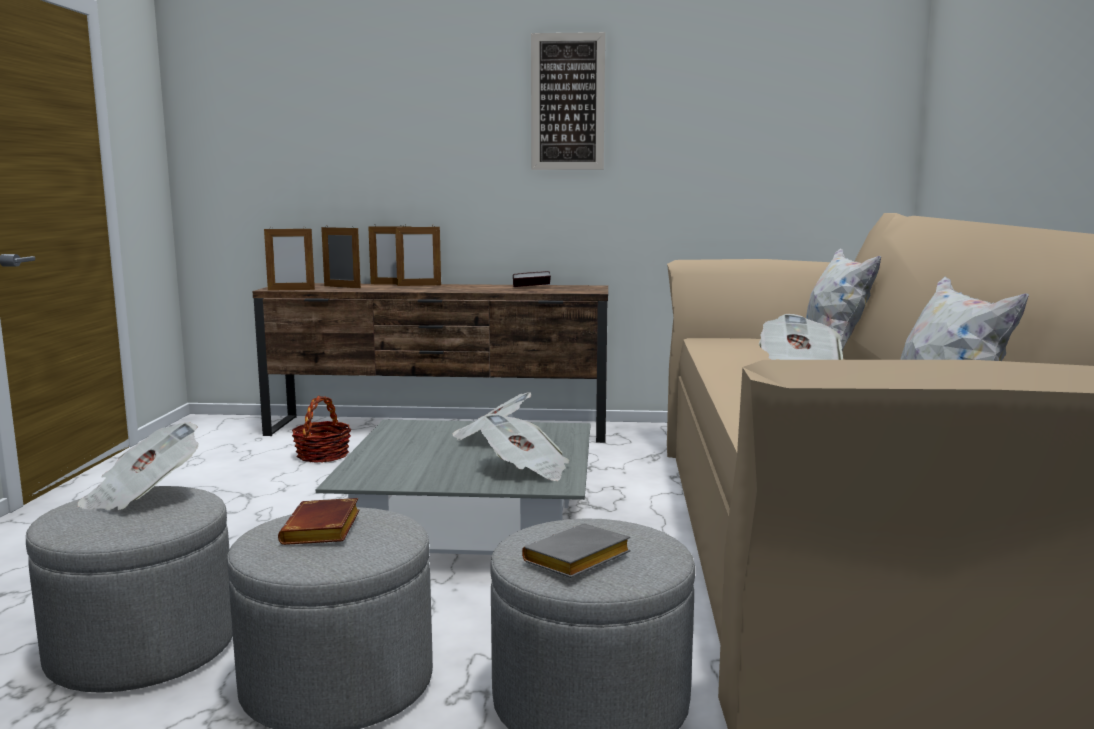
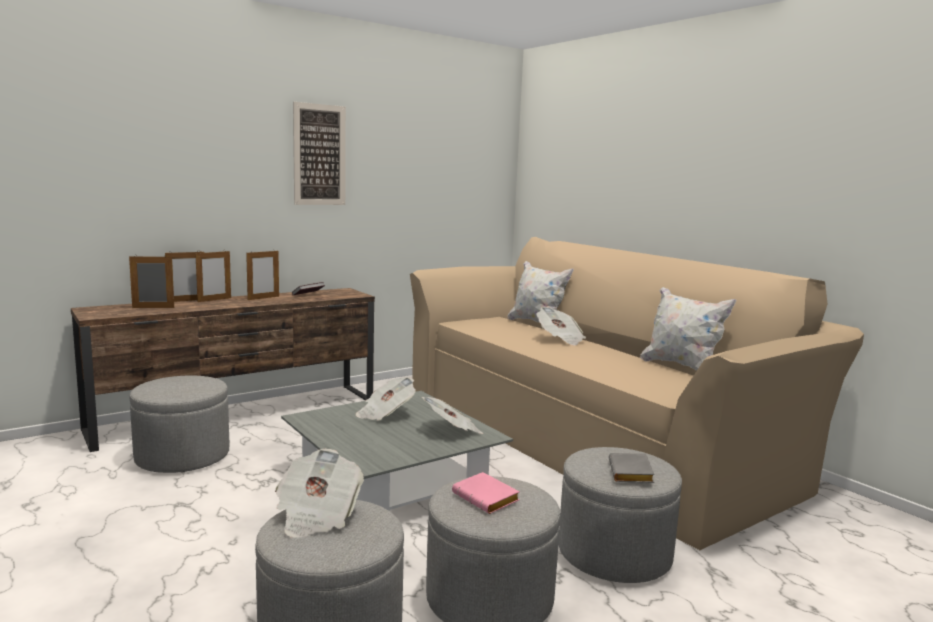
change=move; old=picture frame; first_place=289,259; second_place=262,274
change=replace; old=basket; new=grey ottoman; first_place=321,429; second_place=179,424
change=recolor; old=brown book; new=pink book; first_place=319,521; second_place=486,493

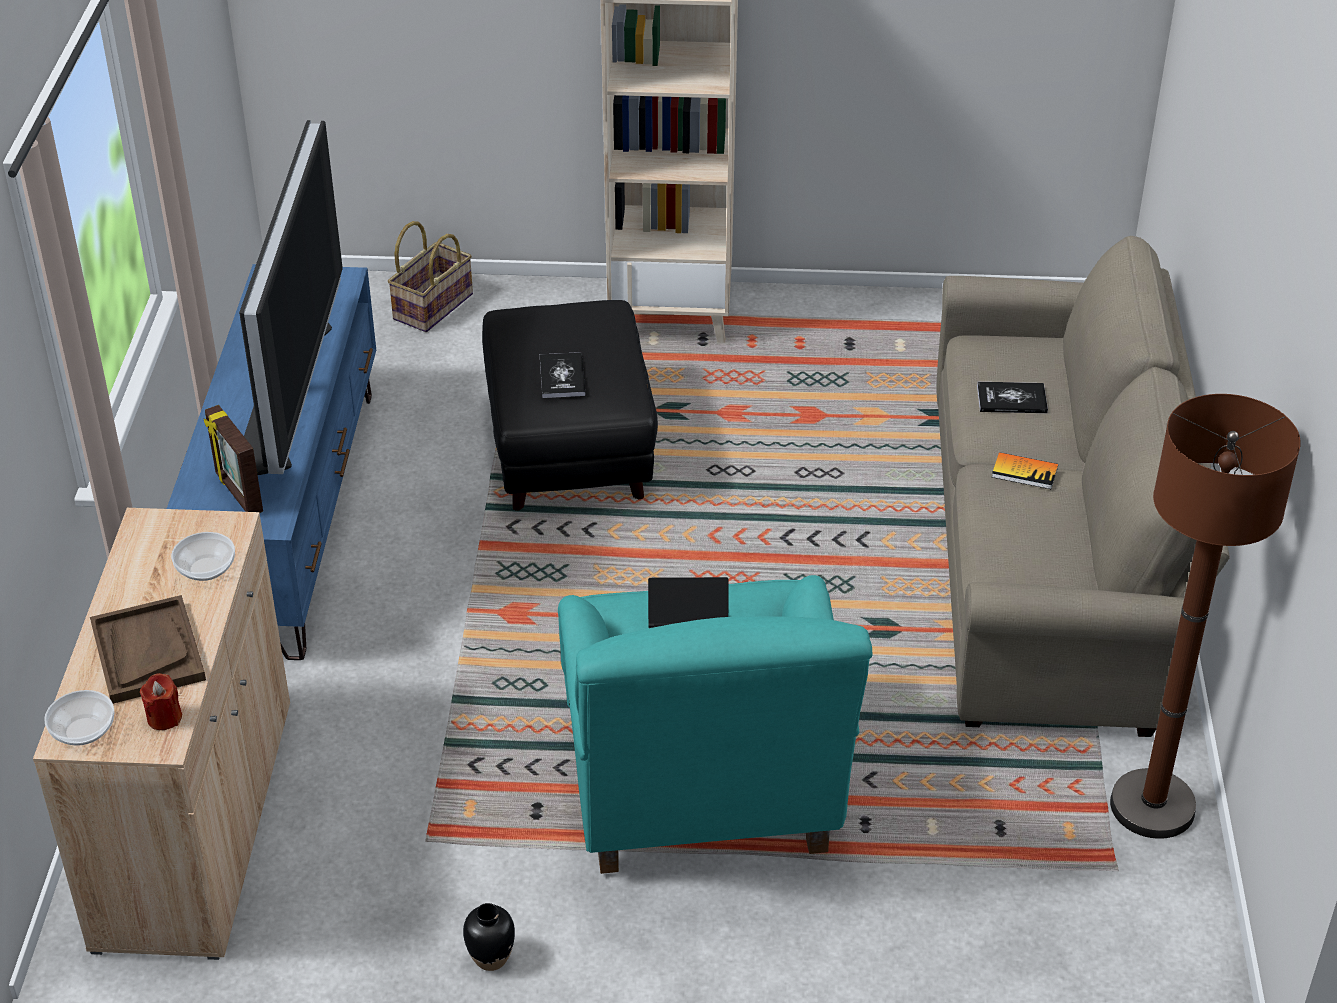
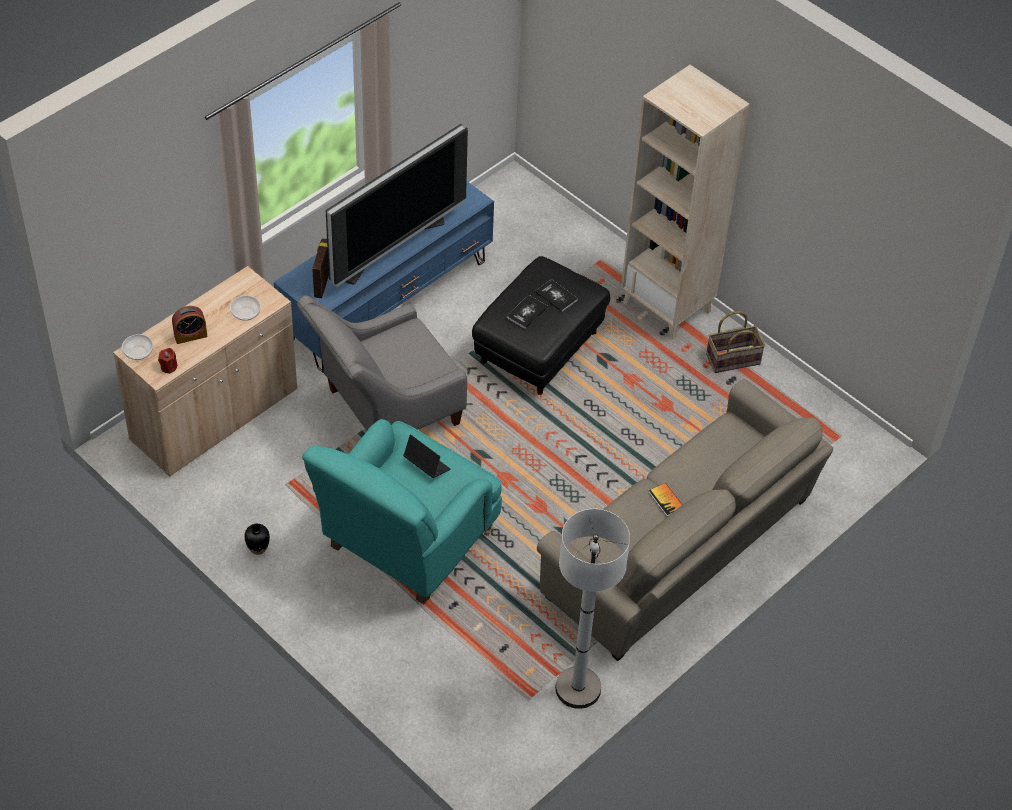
change=move; old=basket; first_place=430,276; second_place=735,342
change=move; old=book; first_place=1012,397; second_place=556,295
change=recolor; old=brown floor lamp; new=white floor lamp; first_place=1205,616; second_place=592,609
change=replace; old=brown tray; new=alarm clock; first_place=148,649; second_place=190,325
change=insert; new=grey armchair; second_place=382,362

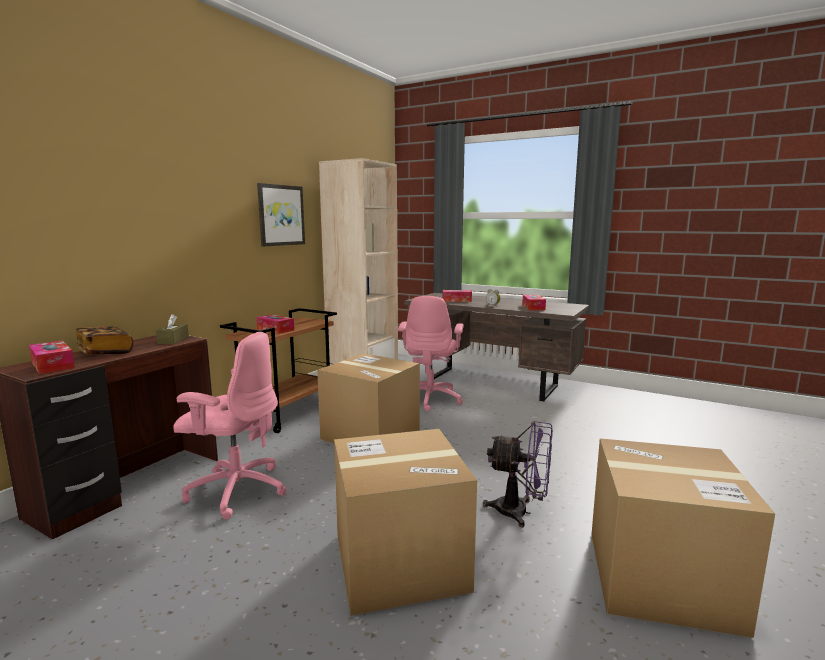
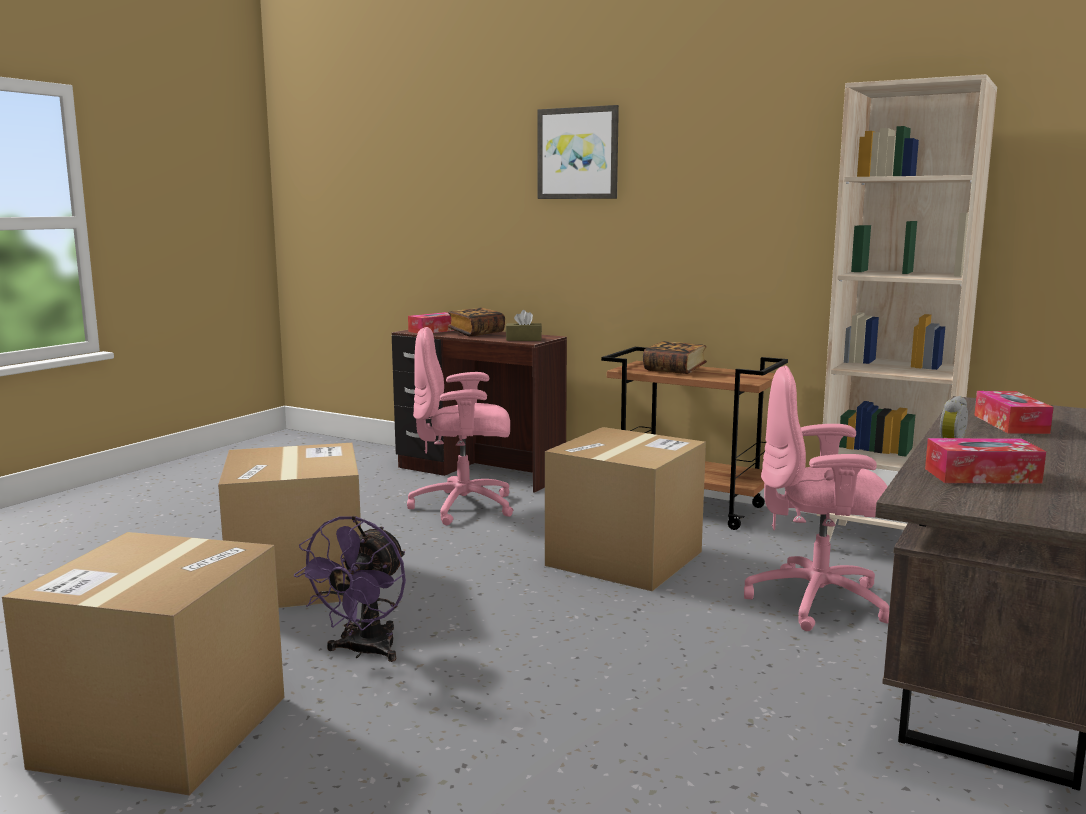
change=move; old=picture; first_place=281,215; second_place=578,152
change=replace; old=tissue box; new=book; first_place=275,324; second_place=675,357
change=rotate; old=pink office chair; first_place=230,425; second_place=460,426; degrees=75

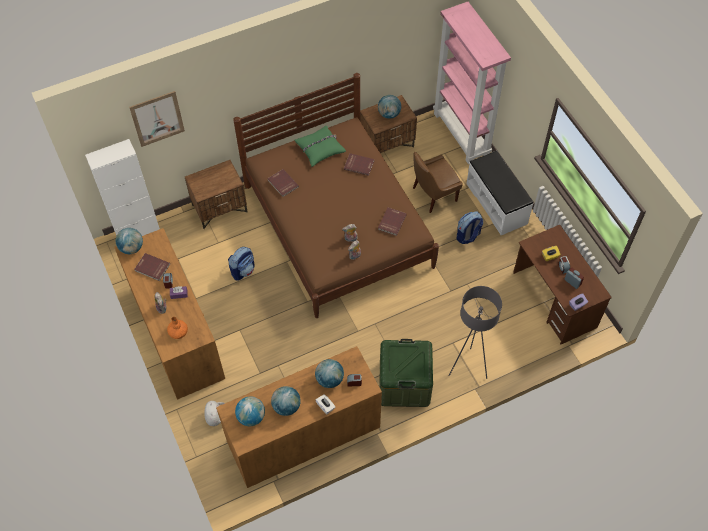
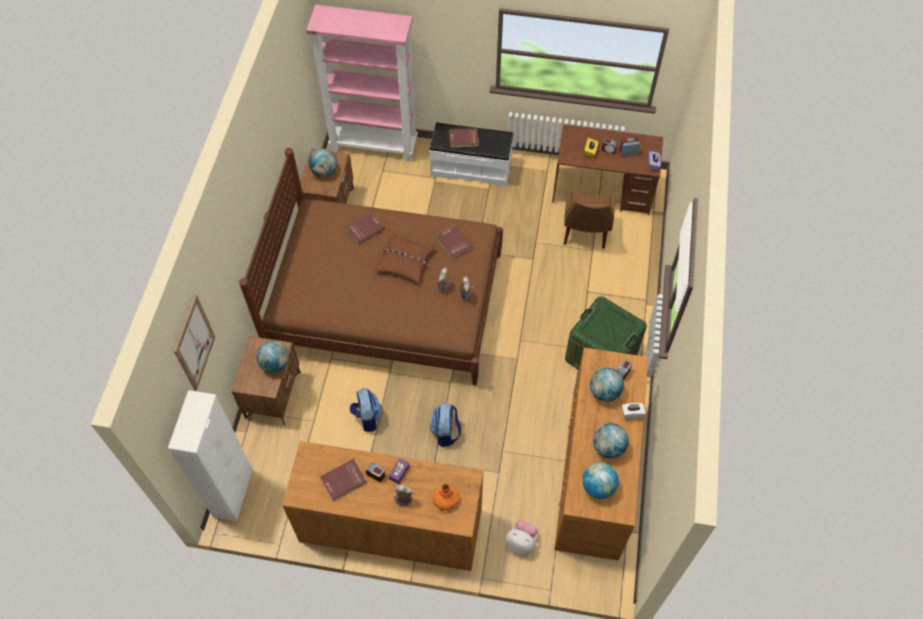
change=delete; old=green pillow; first_place=320,146
change=move; old=brown chair; first_place=438,182; second_place=590,220
change=move; old=red book; first_place=283,183; second_place=464,137
change=move; old=backpack; first_place=470,227; second_place=445,424
change=move; old=globe; first_place=129,241; second_place=273,357
change=delete; old=grey floor lamp; first_place=475,332
change=insert; new=brown pillow; second_place=405,258

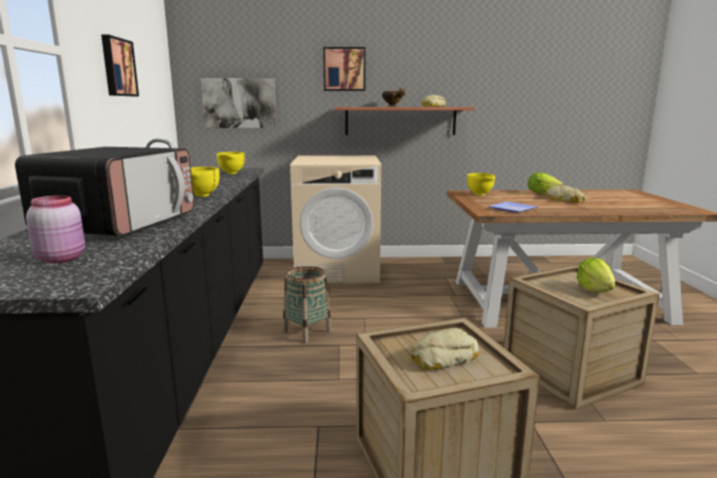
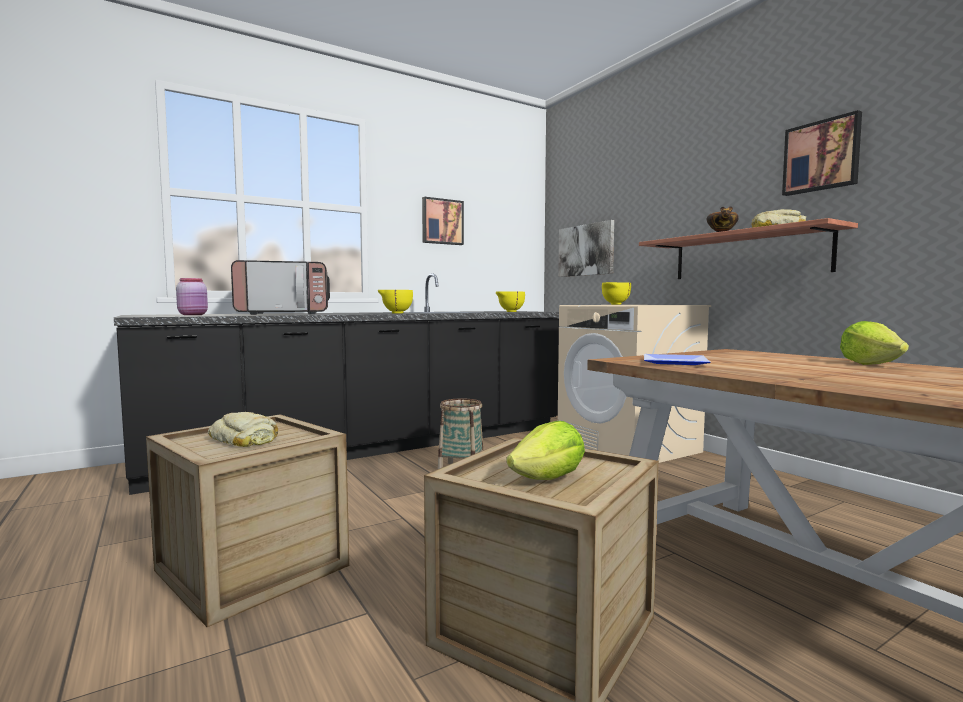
change=move; old=picture; first_place=344,69; second_place=822,153
change=move; old=yellow bowl; first_place=481,184; second_place=616,293
change=delete; old=bread; first_place=566,194

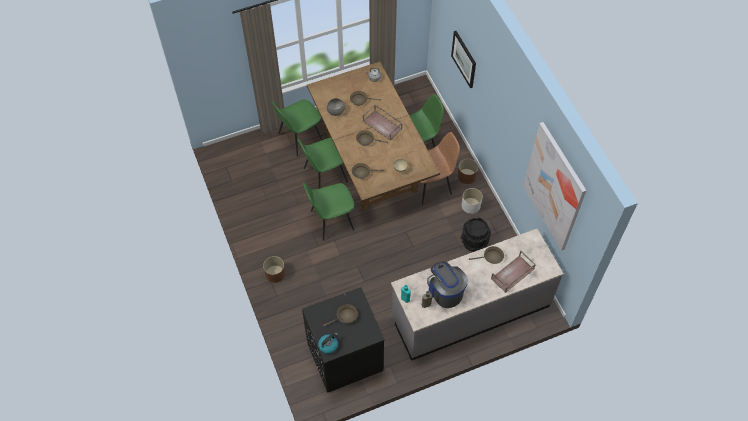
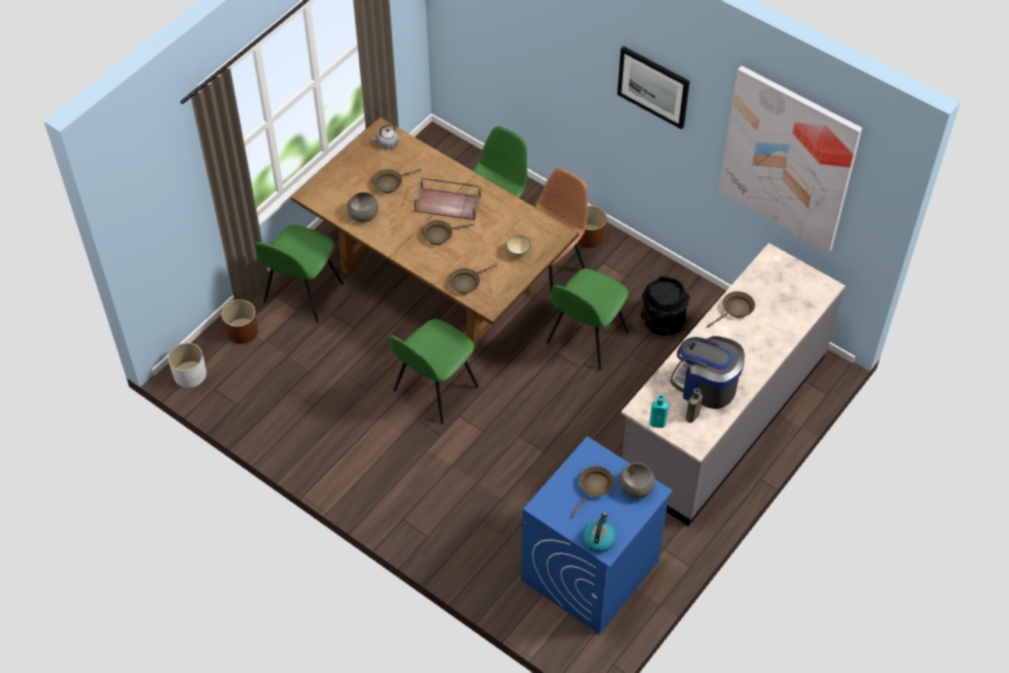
change=move; old=picture; first_place=463,59; second_place=653,87
change=move; old=green chair; first_place=322,163; second_place=587,320
change=move; old=white planter; first_place=472,201; second_place=187,365
change=delete; old=brown tray; first_place=513,272
change=move; old=brown planter; first_place=274,269; second_place=239,322
change=recolor; old=black washing machine; new=blue washing machine; first_place=343,340; second_place=597,535
change=insert; new=grey bowl; second_place=637,480

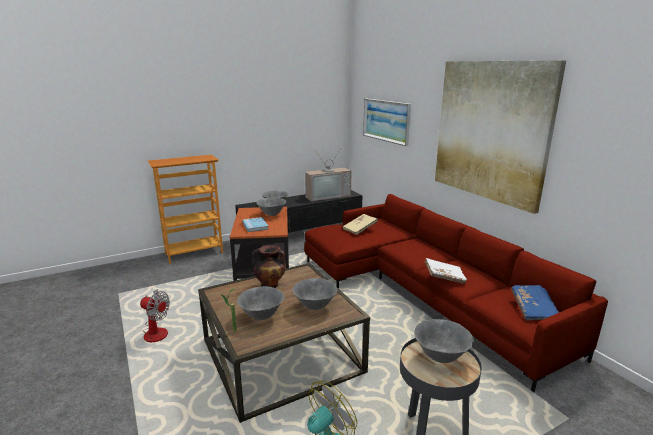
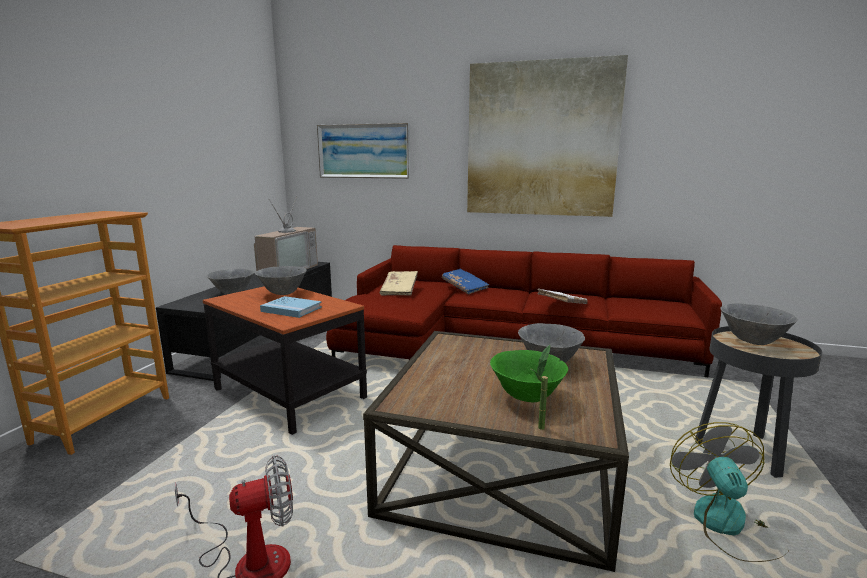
change=delete; old=vase; first_place=269,266
change=move; old=blue book; first_place=535,302; second_place=465,281
change=recolor; old=grey bowl; new=green bowl; first_place=260,303; second_place=529,376

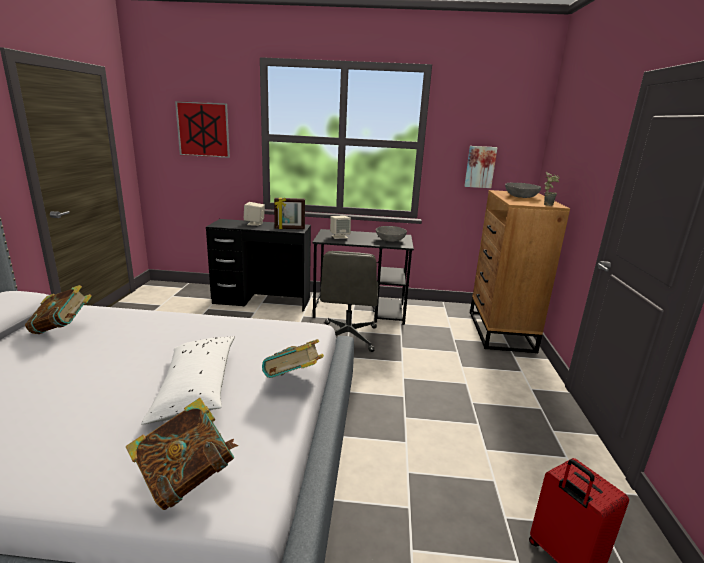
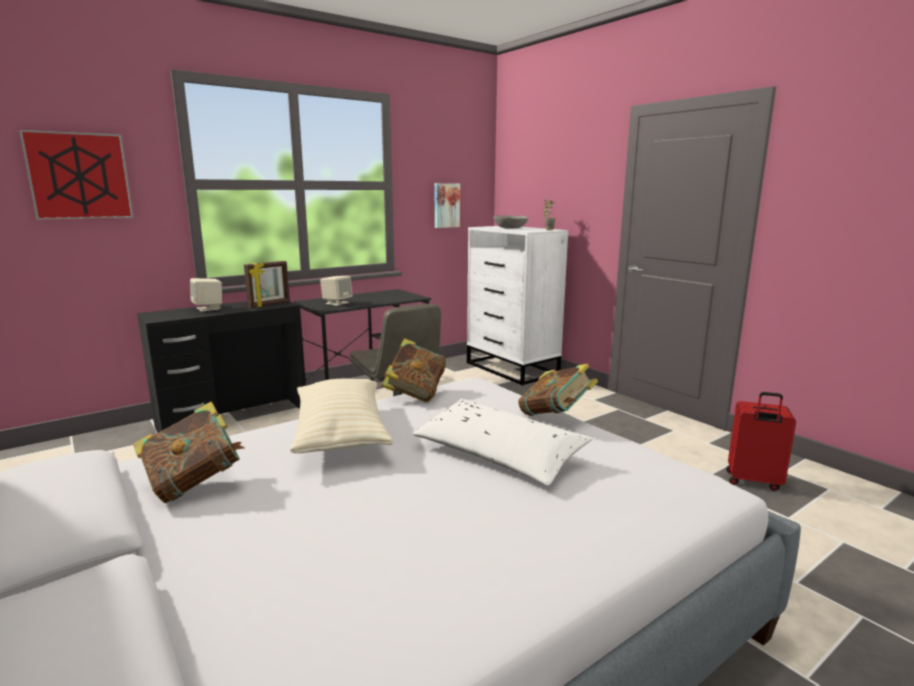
change=recolor; old=brown dresser; new=white dresser; first_place=520,271; second_place=517,305
change=delete; old=grey bowl; first_place=391,234
change=move; old=book; first_place=182,454; second_place=413,370
change=insert; new=beige pillow; second_place=341,416

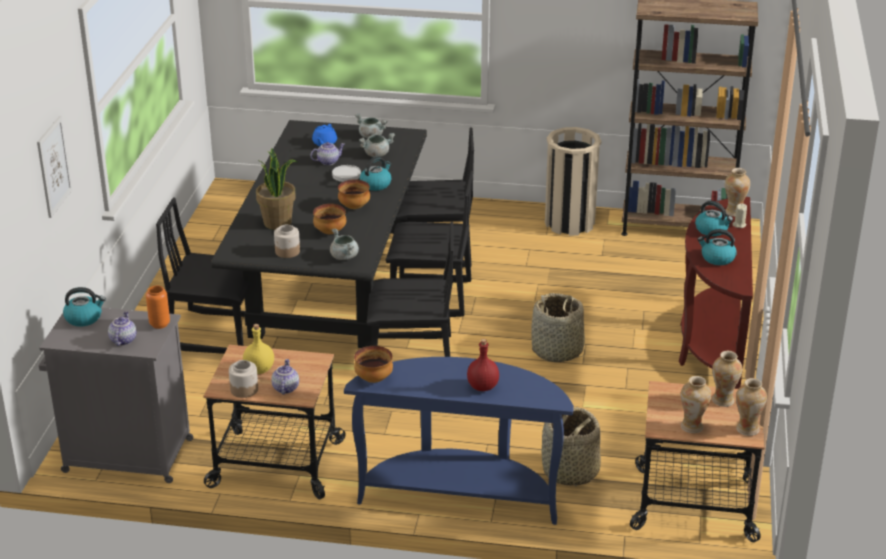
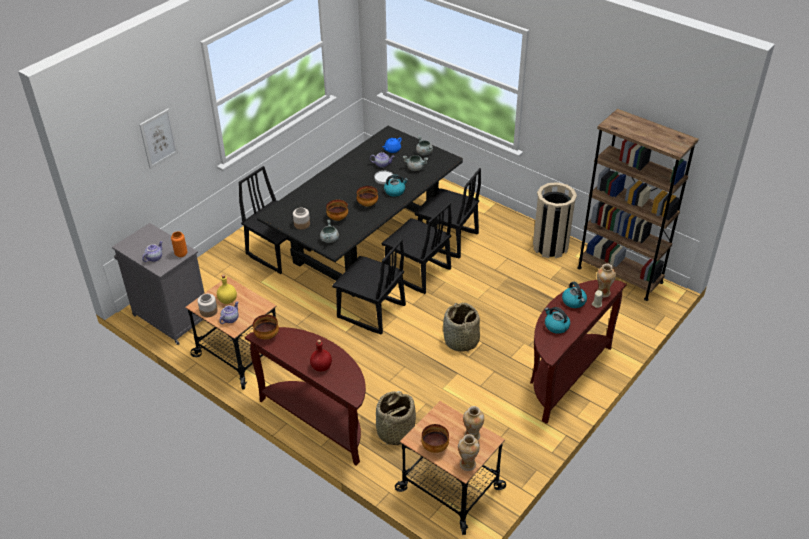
change=delete; old=potted plant; first_place=276,189
change=delete; old=kettle; first_place=84,306
change=recolor; old=blue console table; new=brown console table; first_place=459,441; second_place=305,396
change=replace; old=vase; new=bowl; first_place=696,404; second_place=435,438

